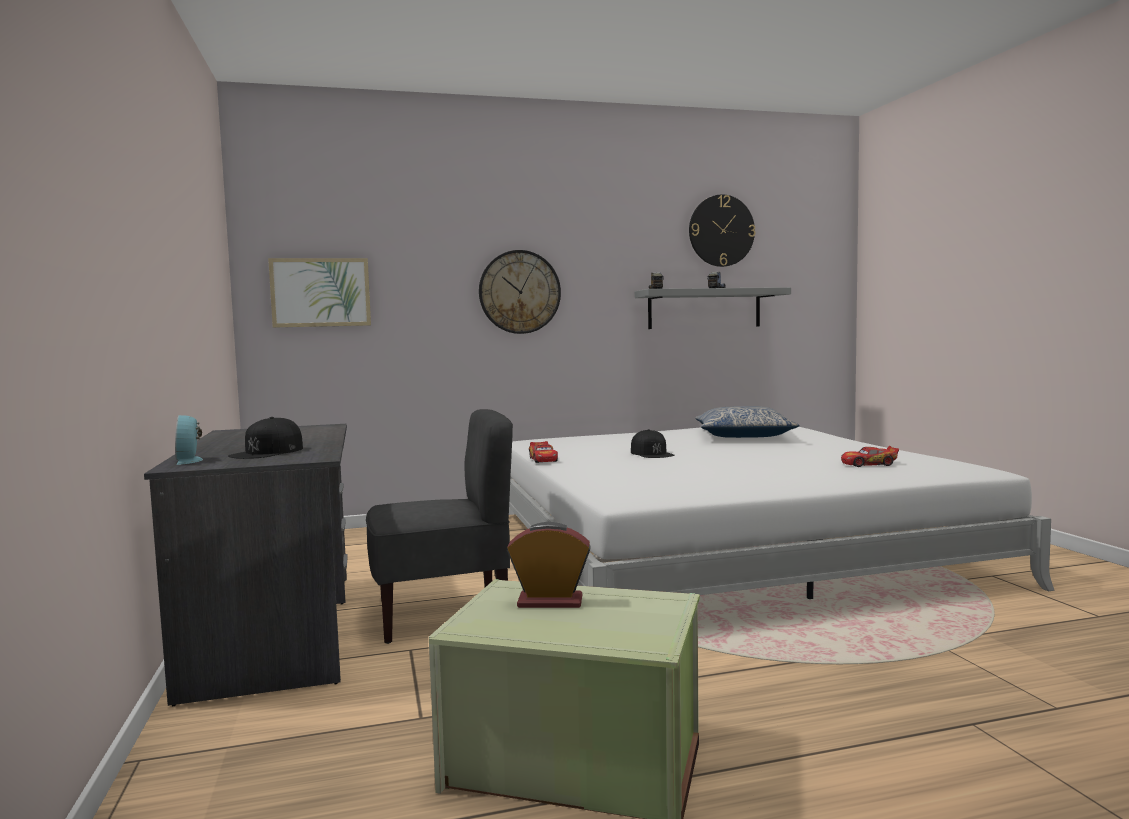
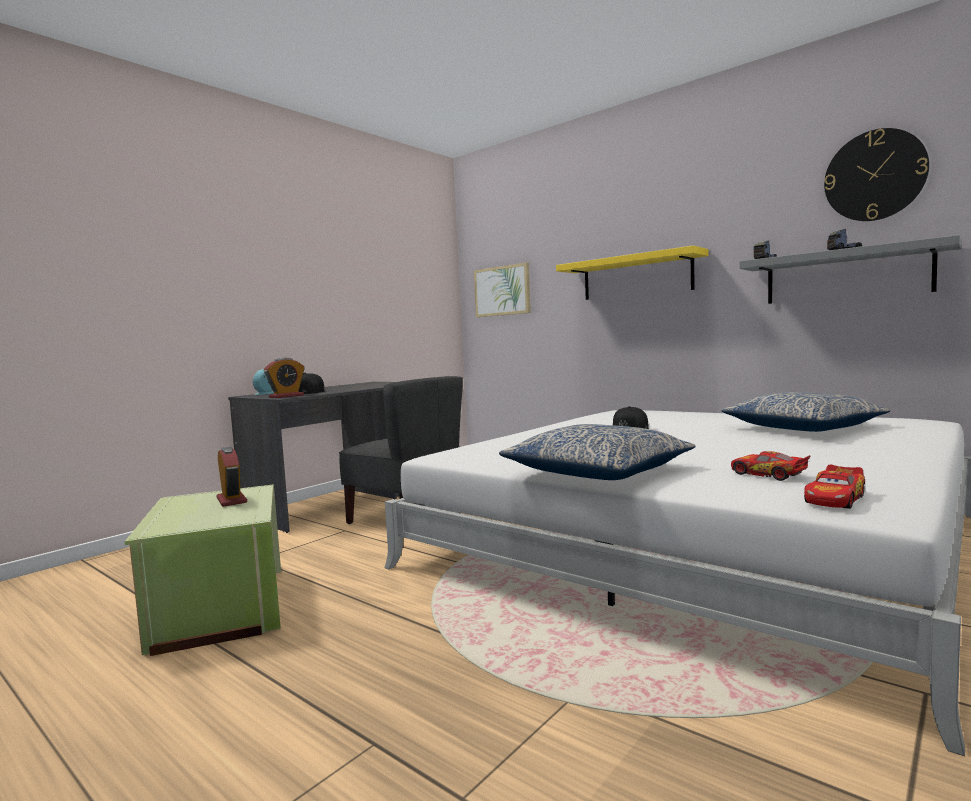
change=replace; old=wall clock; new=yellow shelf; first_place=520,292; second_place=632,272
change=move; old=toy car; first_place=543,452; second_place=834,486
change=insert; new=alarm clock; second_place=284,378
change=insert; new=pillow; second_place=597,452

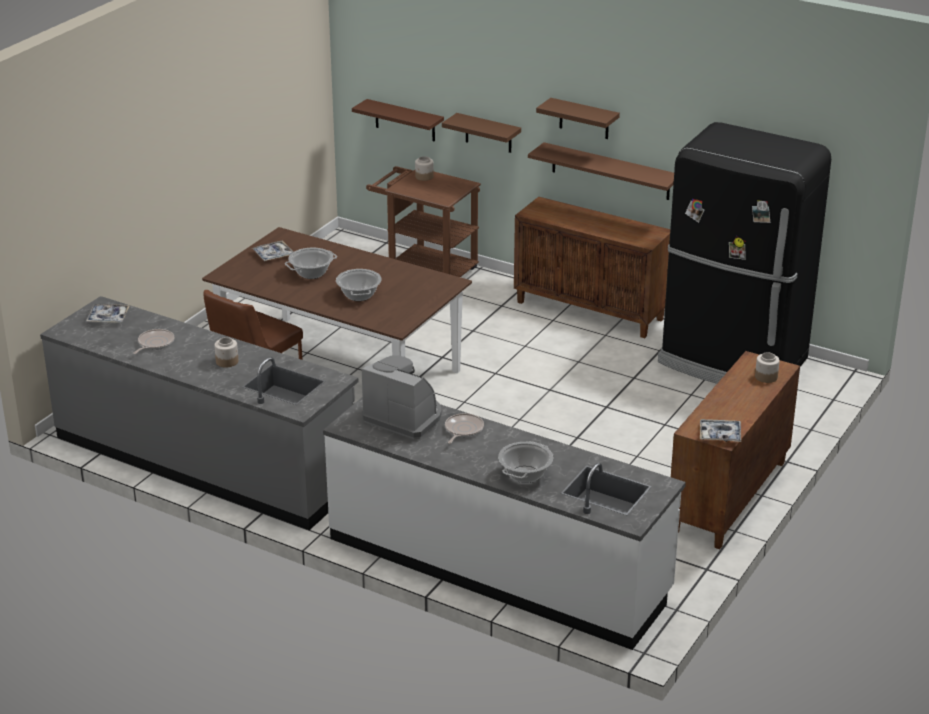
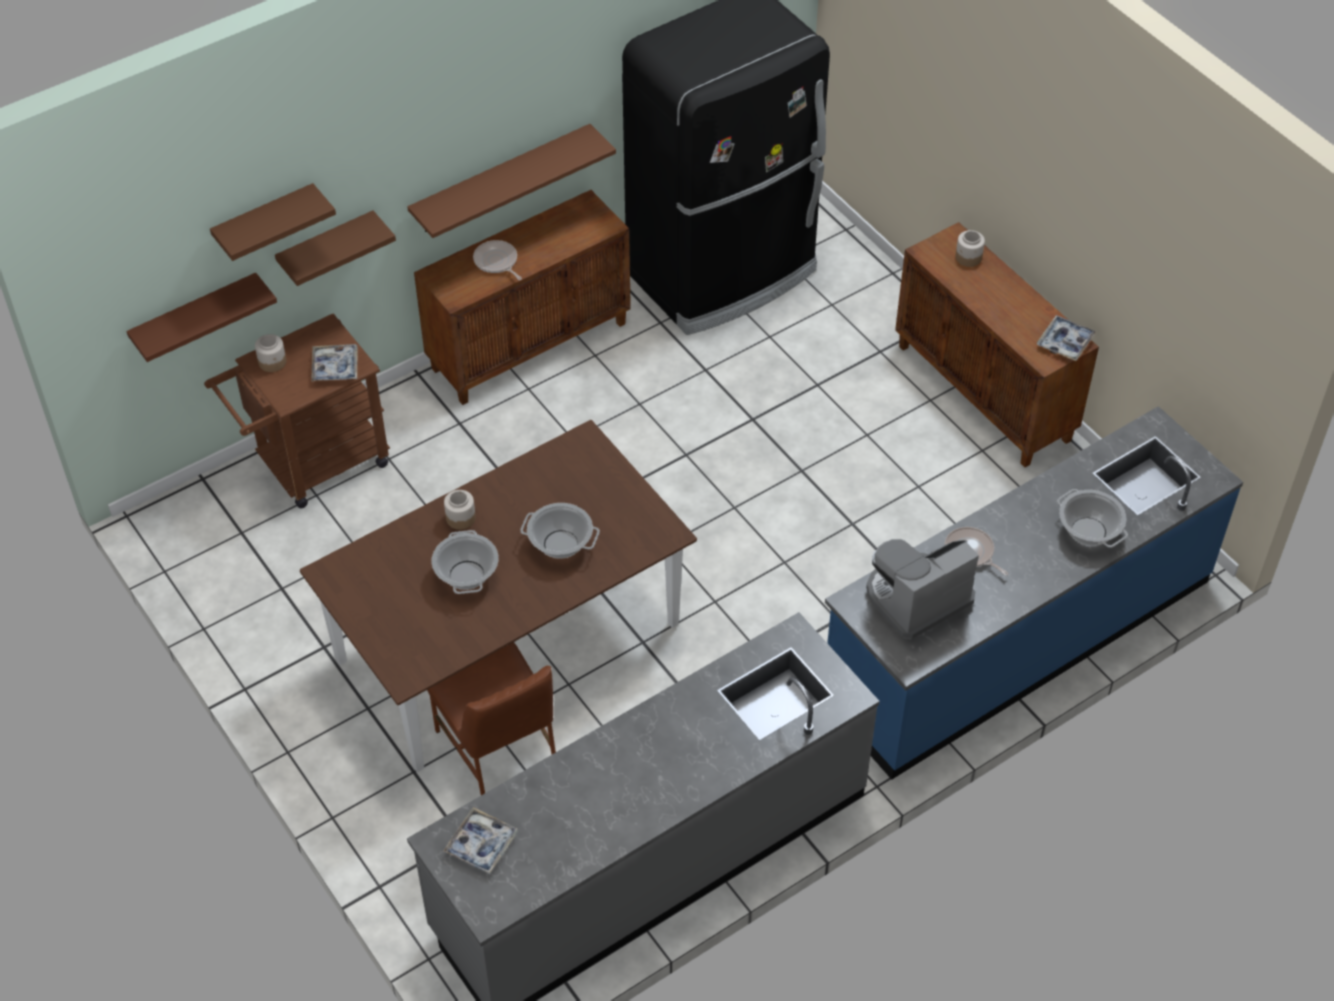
change=move; old=brown shelf; first_place=578,118; second_place=273,222
change=move; old=tray; first_place=273,251; second_place=335,362
change=move; old=frying pan; first_place=154,341; second_place=497,260
change=move; old=jar; first_place=226,352; second_place=460,510
change=recolor; old=white counter; new=blue counter; first_place=504,523; second_place=1034,593

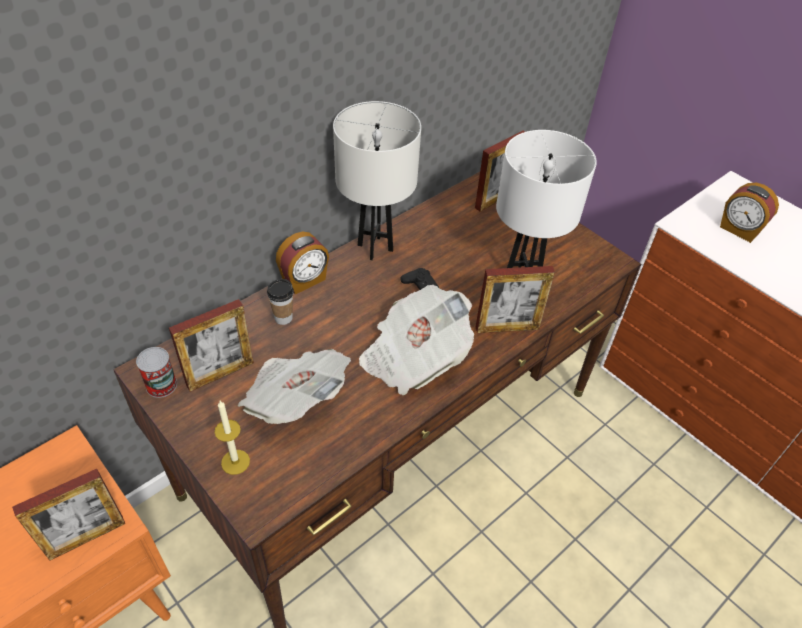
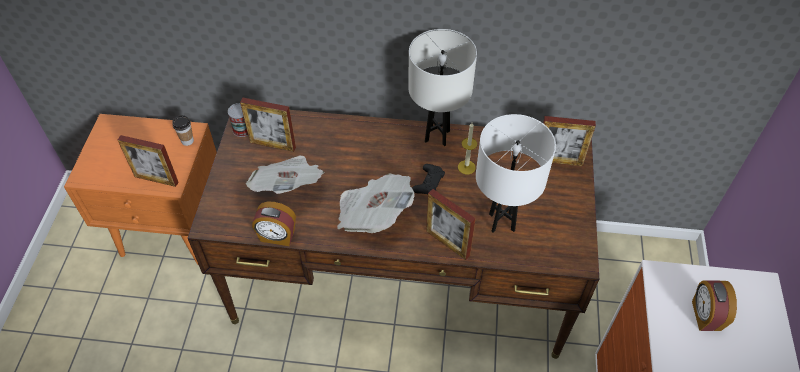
change=move; old=alarm clock; first_place=302,262; second_place=274,224
change=move; old=cup; first_place=280,302; second_place=183,130
change=move; old=candle; first_place=232,438; second_place=467,148

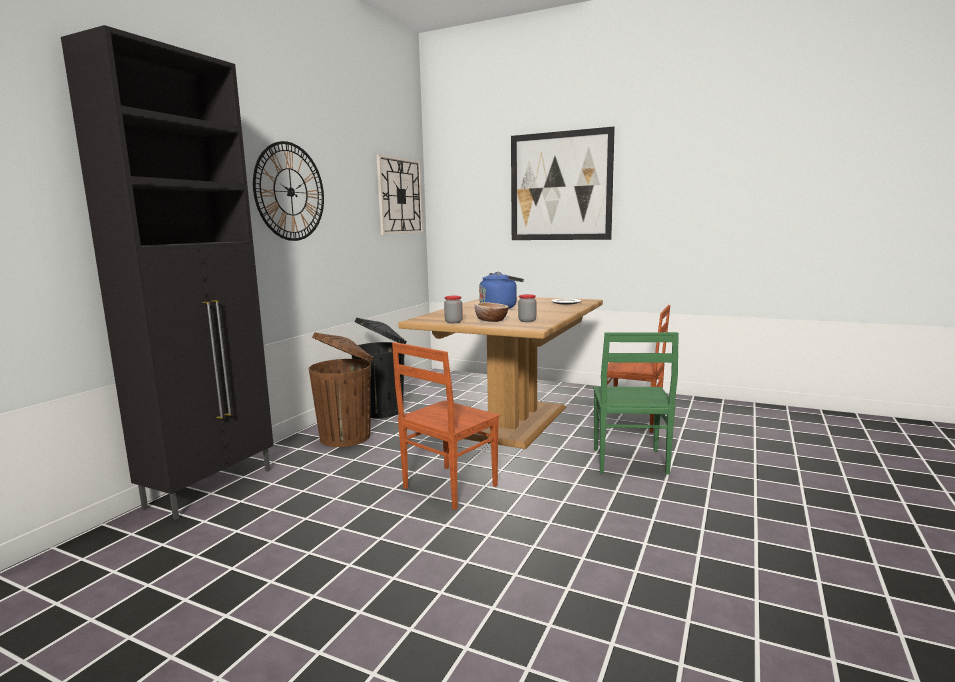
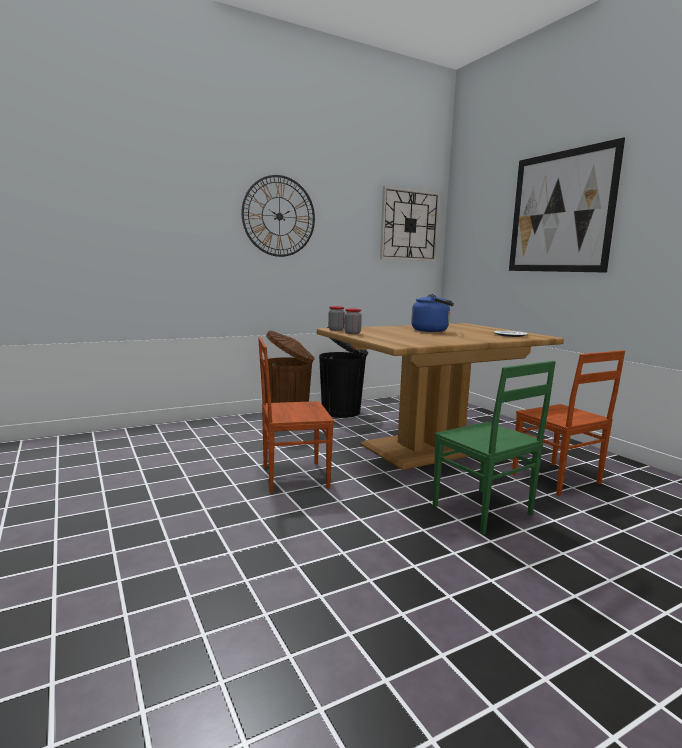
change=delete; old=black cabinet; first_place=167,272
change=move; old=jar; first_place=527,308; second_place=336,318
change=delete; old=bowl; first_place=492,312
change=rotate; old=green chair; first_place=636,403; second_place=494,448; degrees=-75

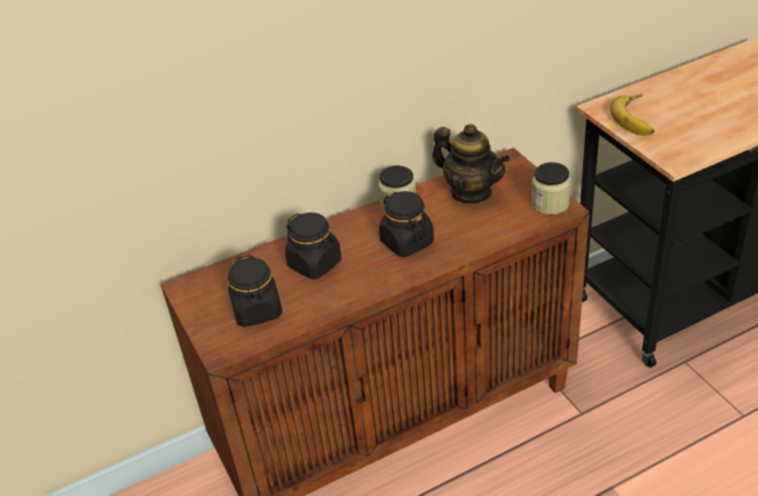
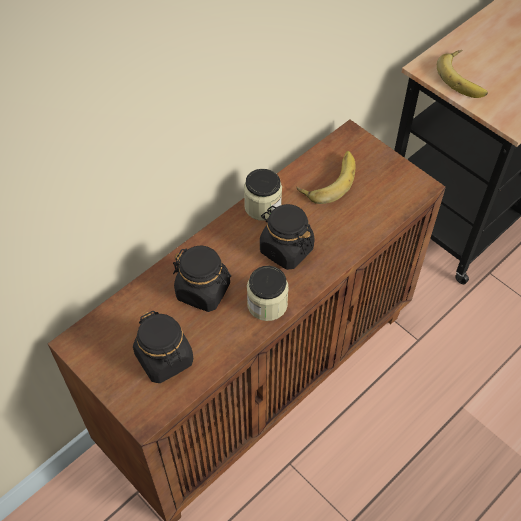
change=replace; old=teapot; new=banana; first_place=471,163; second_place=326,177
change=move; old=jar; first_place=551,188; second_place=268,293

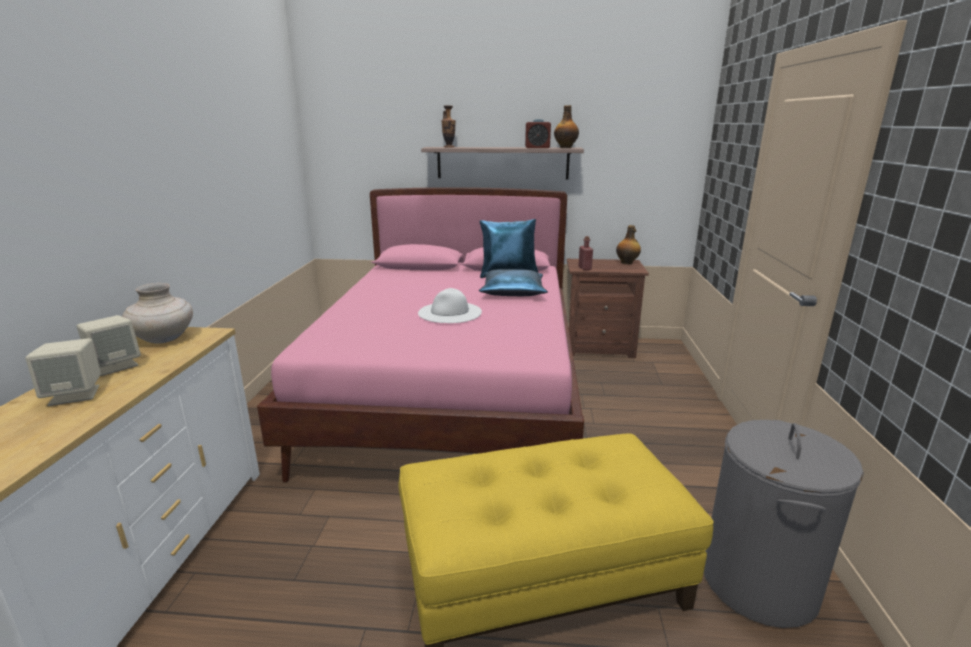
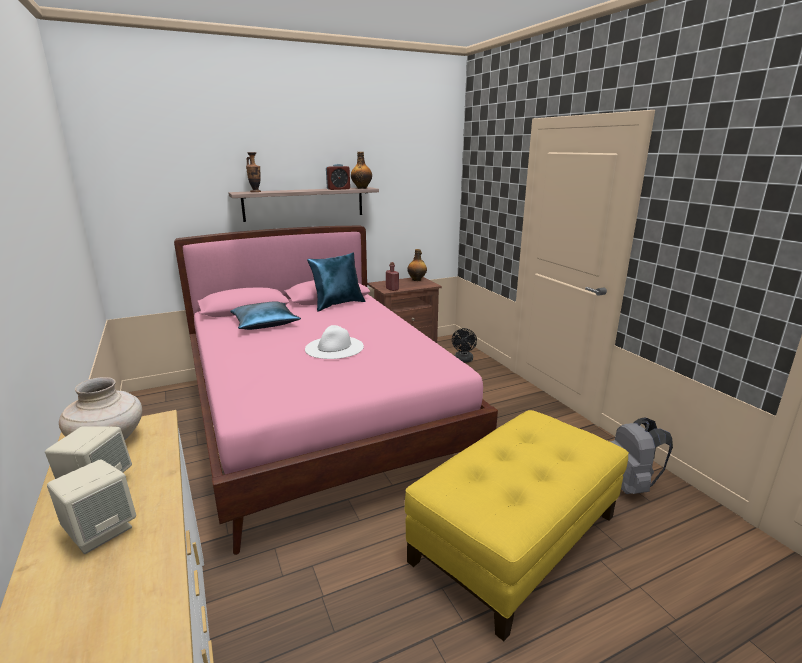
change=move; old=blue pillow; first_place=513,282; second_place=265,315
change=replace; old=grey laundry basket; new=grey backpack; first_place=784,524; second_place=641,456
change=insert; new=black fan; second_place=464,345

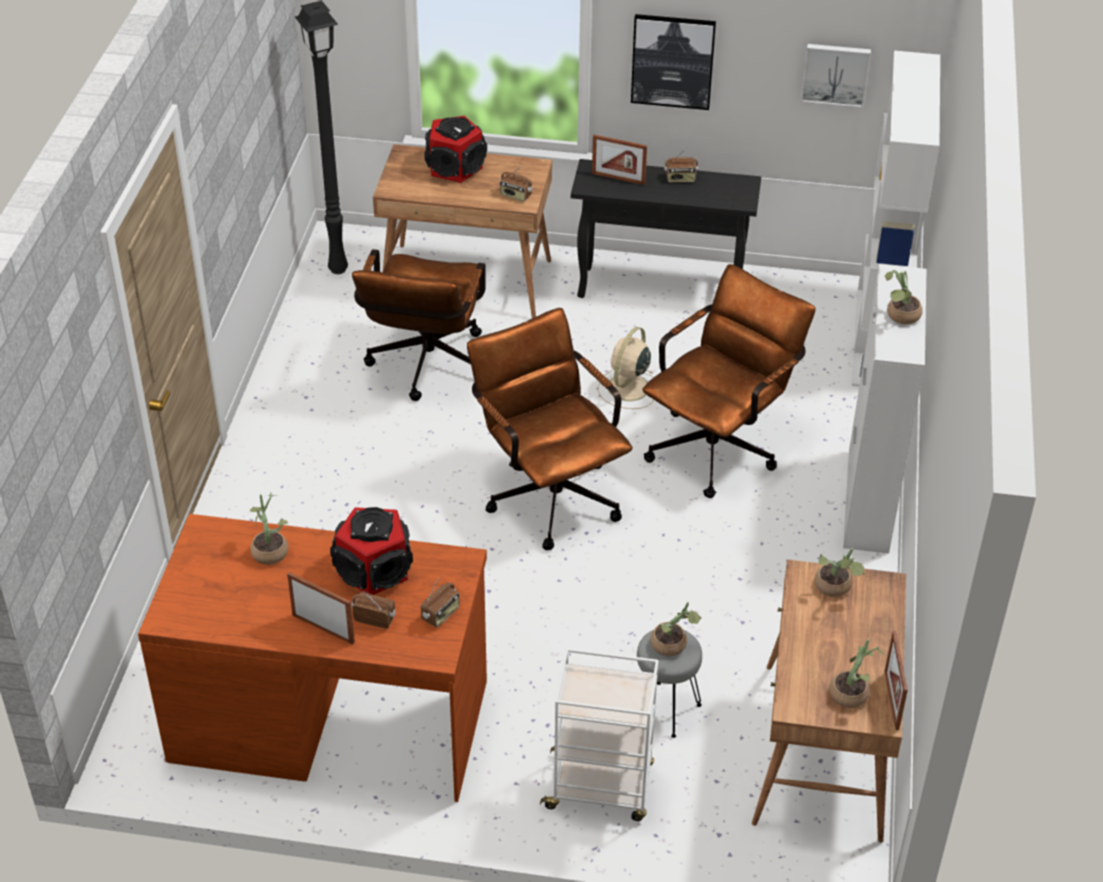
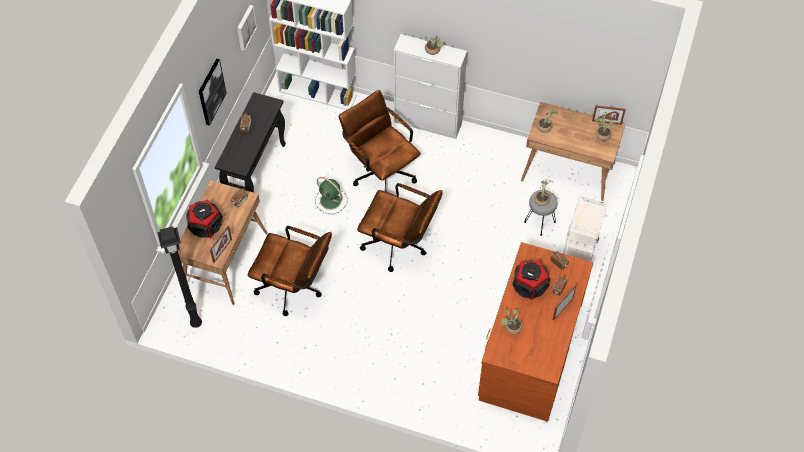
change=move; old=picture frame; first_place=619,159; second_place=220,244
change=rotate; old=brown office chair; first_place=550,429; second_place=400,227; degrees=-135
change=recolor; old=beige fan; new=green fan; first_place=625,368; second_place=331,195

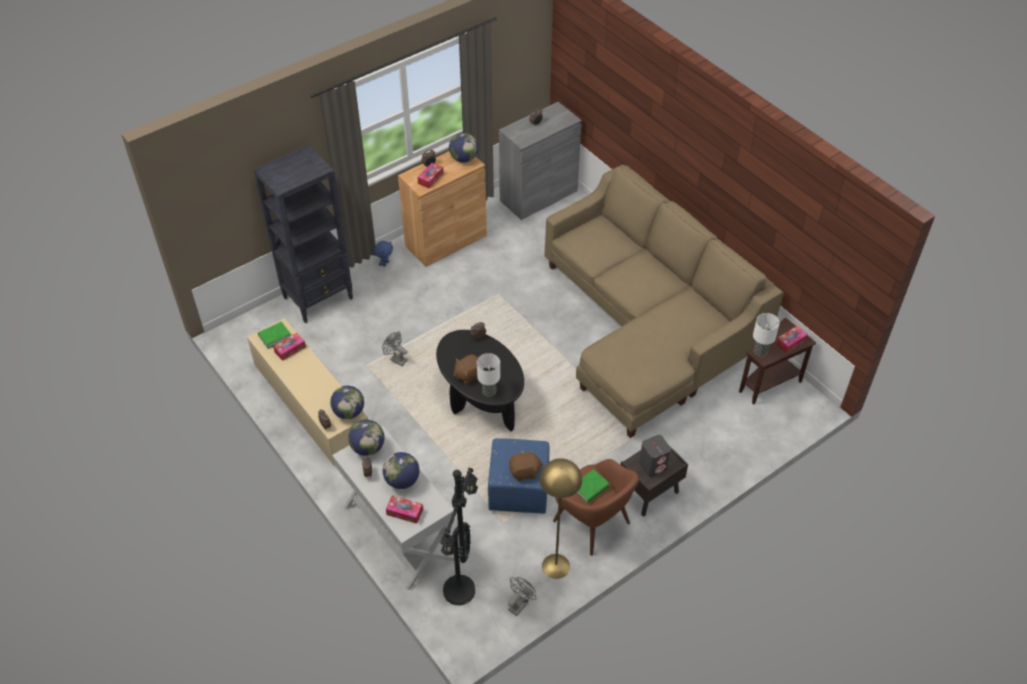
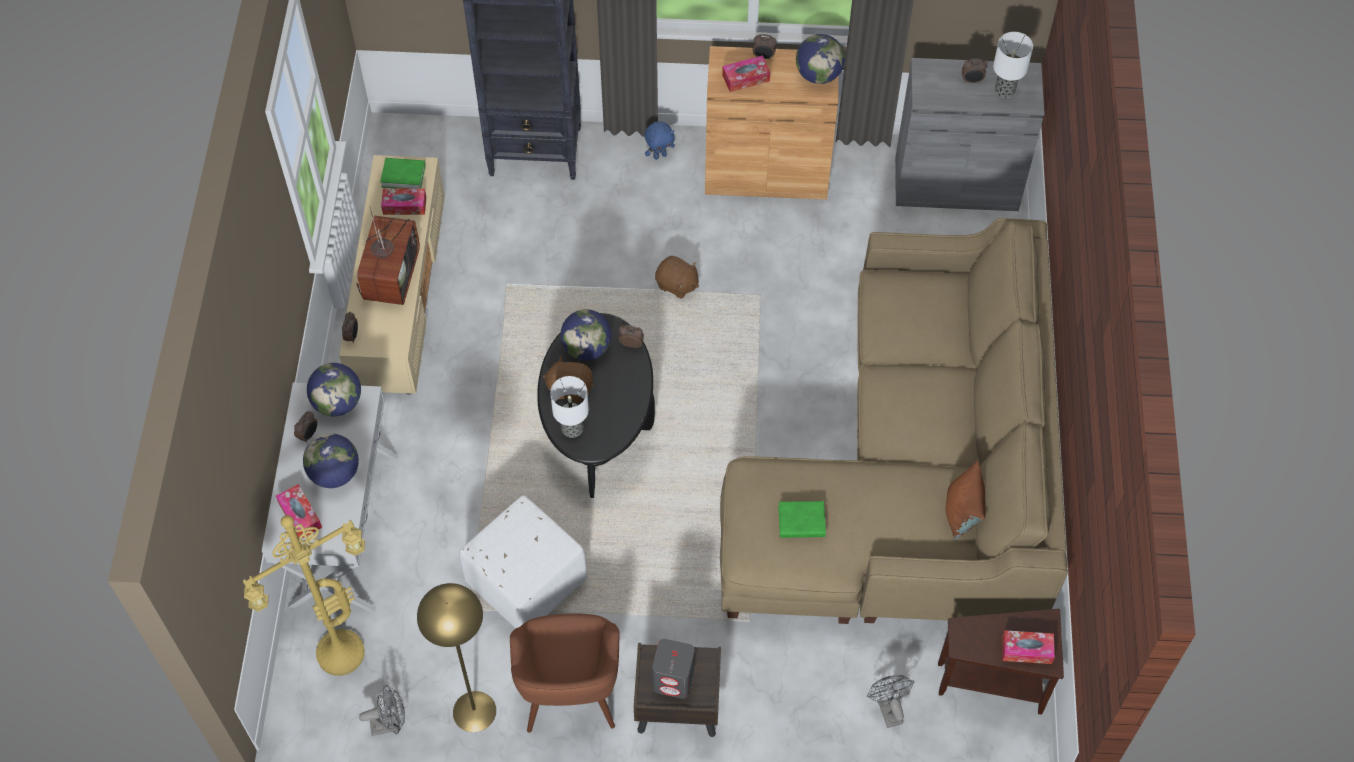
change=move; old=table lamp; first_place=766,334; second_place=1013,65
change=move; old=grey fan; first_place=395,349; second_place=890,701
change=move; old=globe; first_place=347,402; second_place=585,334
change=recolor; old=blue ottoman; new=white ottoman; first_place=519,476; second_place=523,561
change=move; old=brown plush toy; first_place=526,465; second_place=677,277
change=recolor; old=black floor lamp; new=yellow floor lamp; first_place=459,536; second_place=304,595
change=move; old=green book; first_place=593,486; second_place=802,519
change=insert; new=television; second_place=388,256
change=insert; new=brown pillow; second_place=966,500

